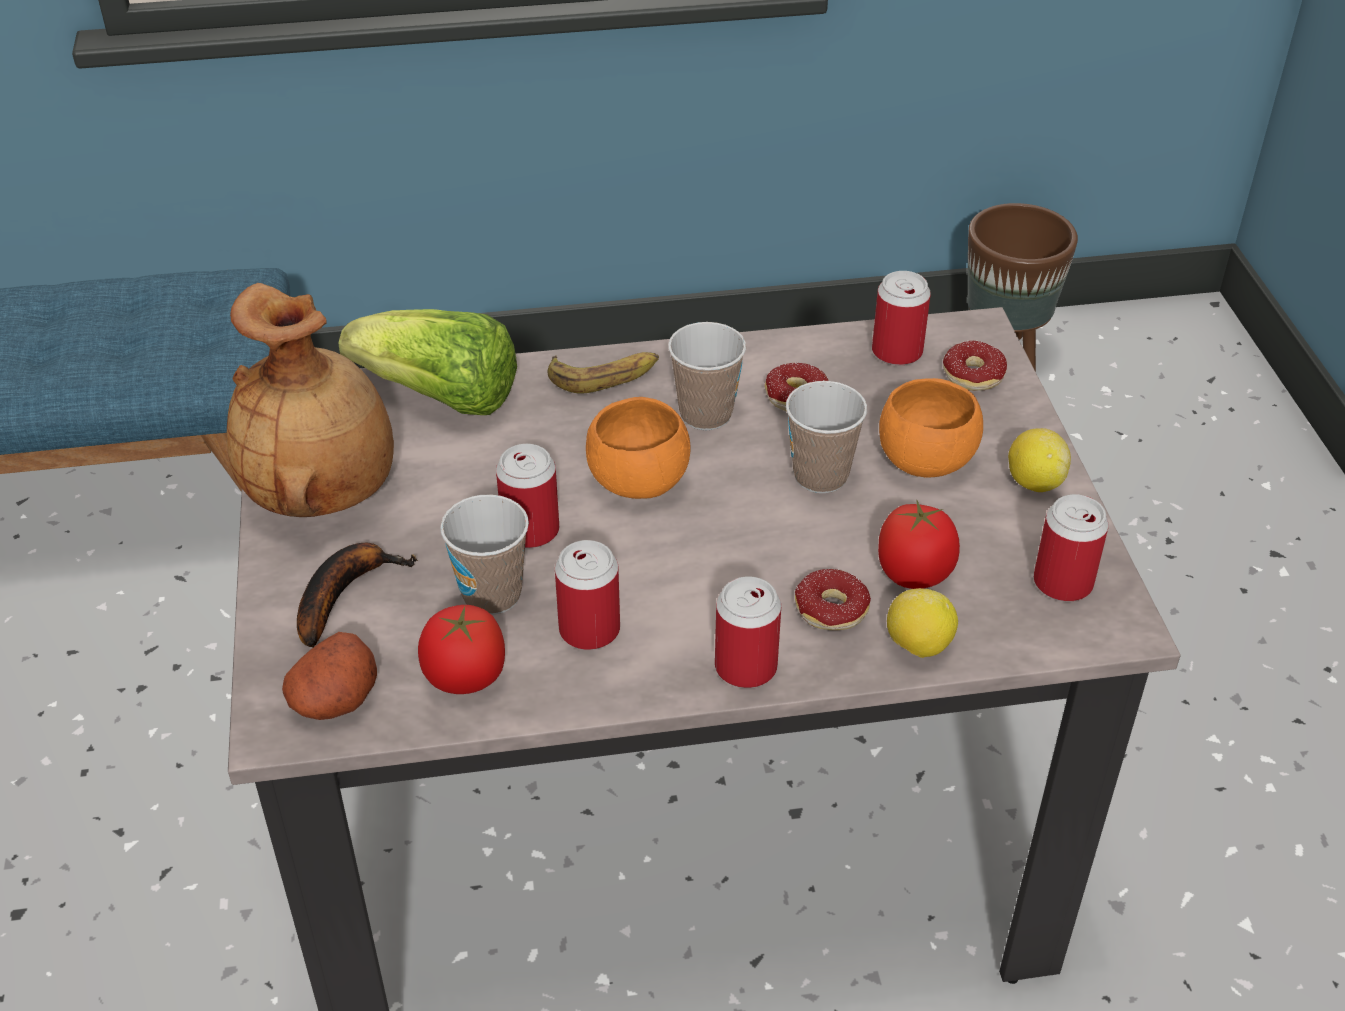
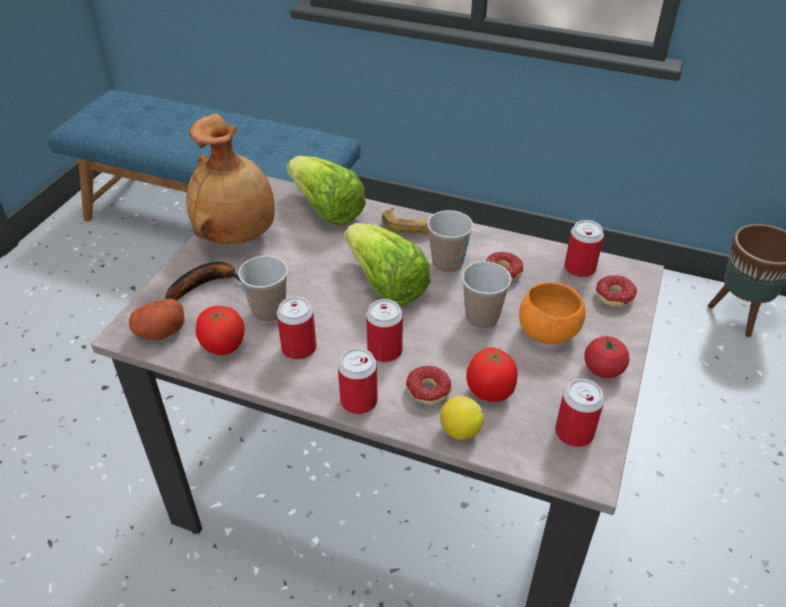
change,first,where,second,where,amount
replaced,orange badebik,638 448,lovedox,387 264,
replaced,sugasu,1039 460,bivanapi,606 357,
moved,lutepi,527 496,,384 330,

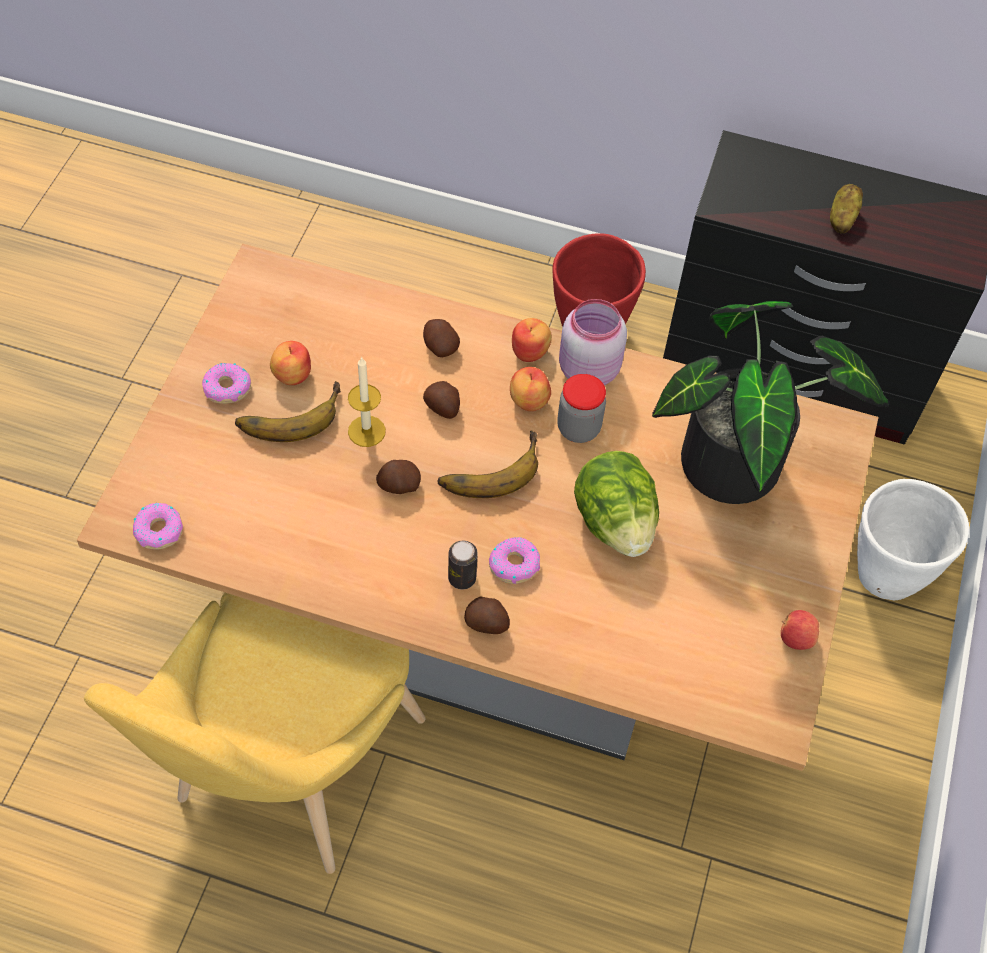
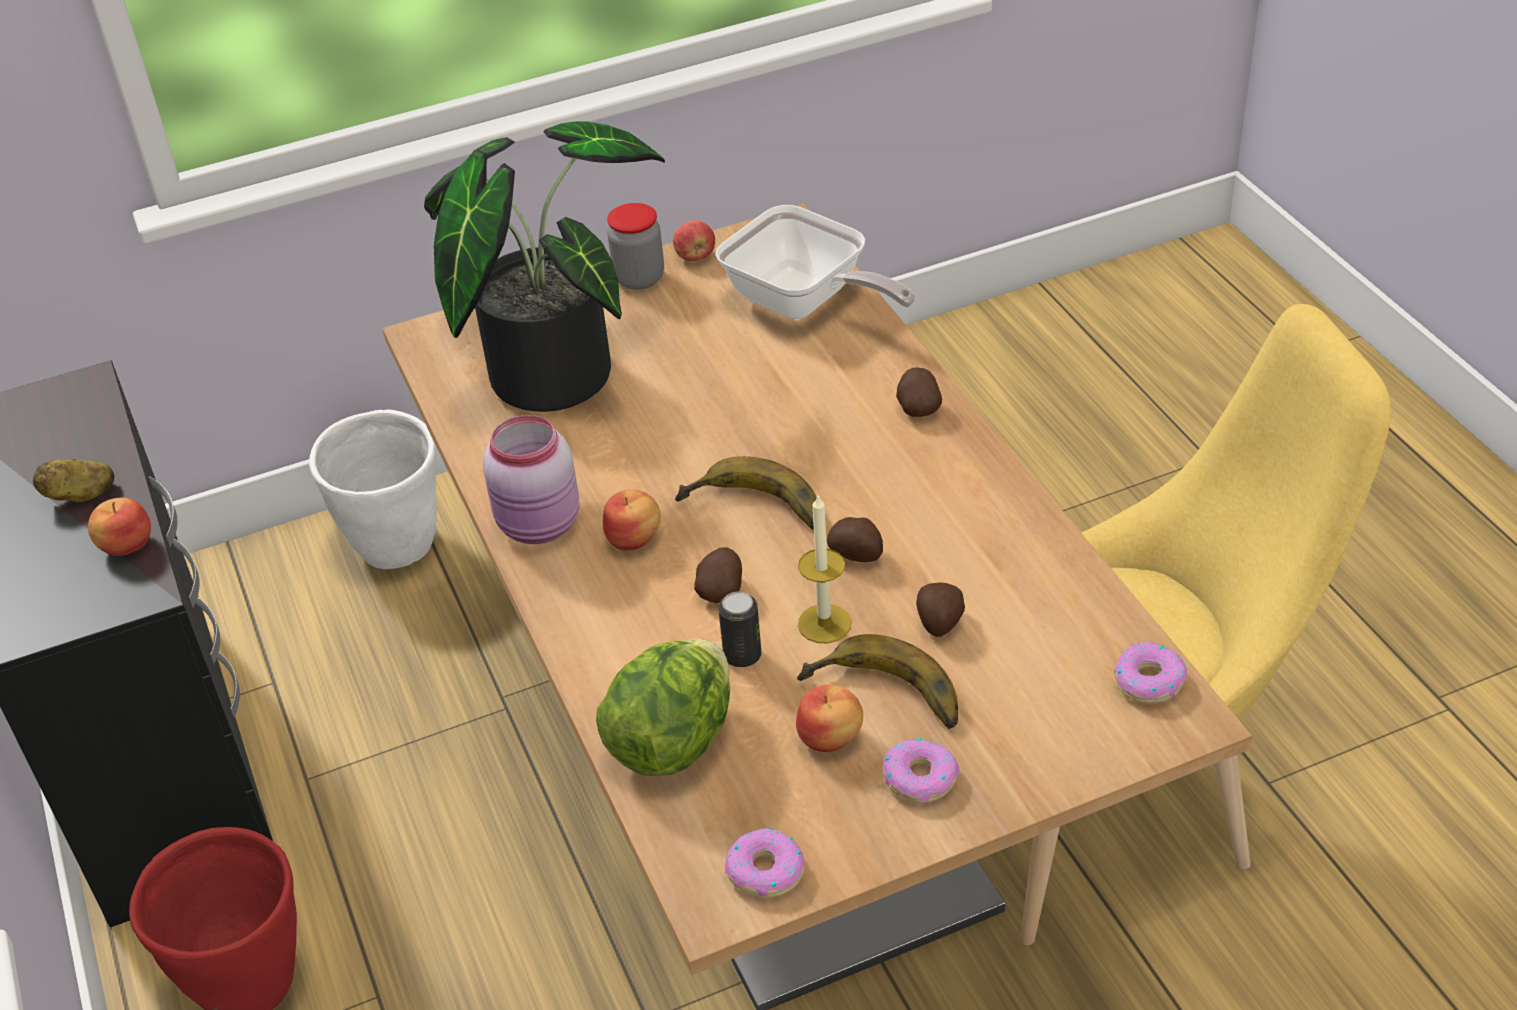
change,first,where,second,where,amount
moved,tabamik,532 340,,119 527,
moved,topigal,441 338,,940 609,
moved,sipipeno,581 408,,635 246,
moved,lovedox,616 504,,663 707,
moved,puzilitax,514 560,,765 863,
moved,lutepi,463 565,,739 629,
added,,,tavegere,815 262,

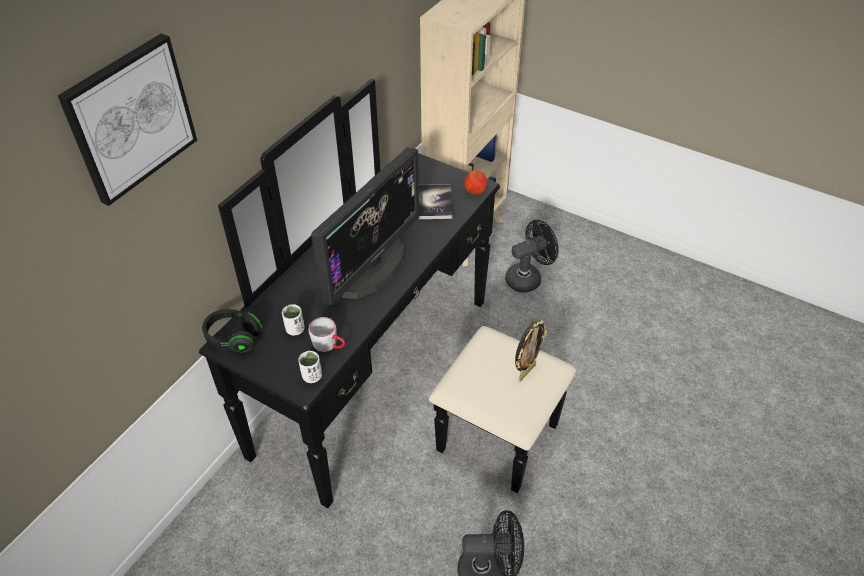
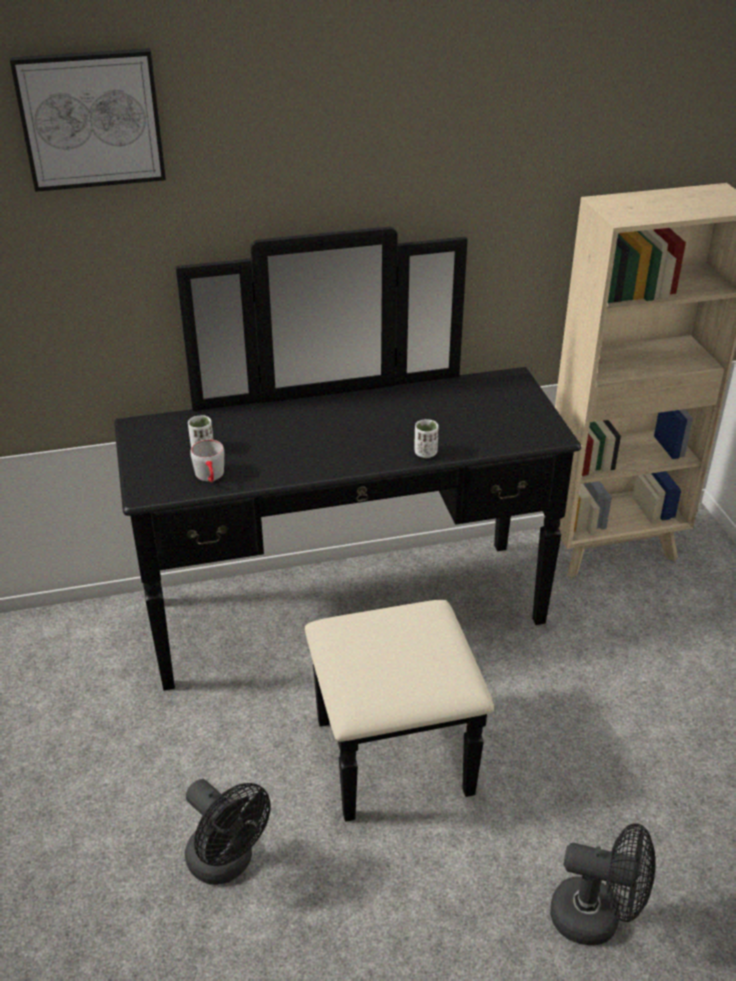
change,first,where,second,where,amount
removed,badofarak,365 226,,,
removed,tabamik,476 182,,,
removed,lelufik,436 201,,,
moved,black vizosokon,532 256,,602 884,
removed,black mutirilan,232 330,,,
removed,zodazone,531 351,,,
moved,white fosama,310 367,,427 438,

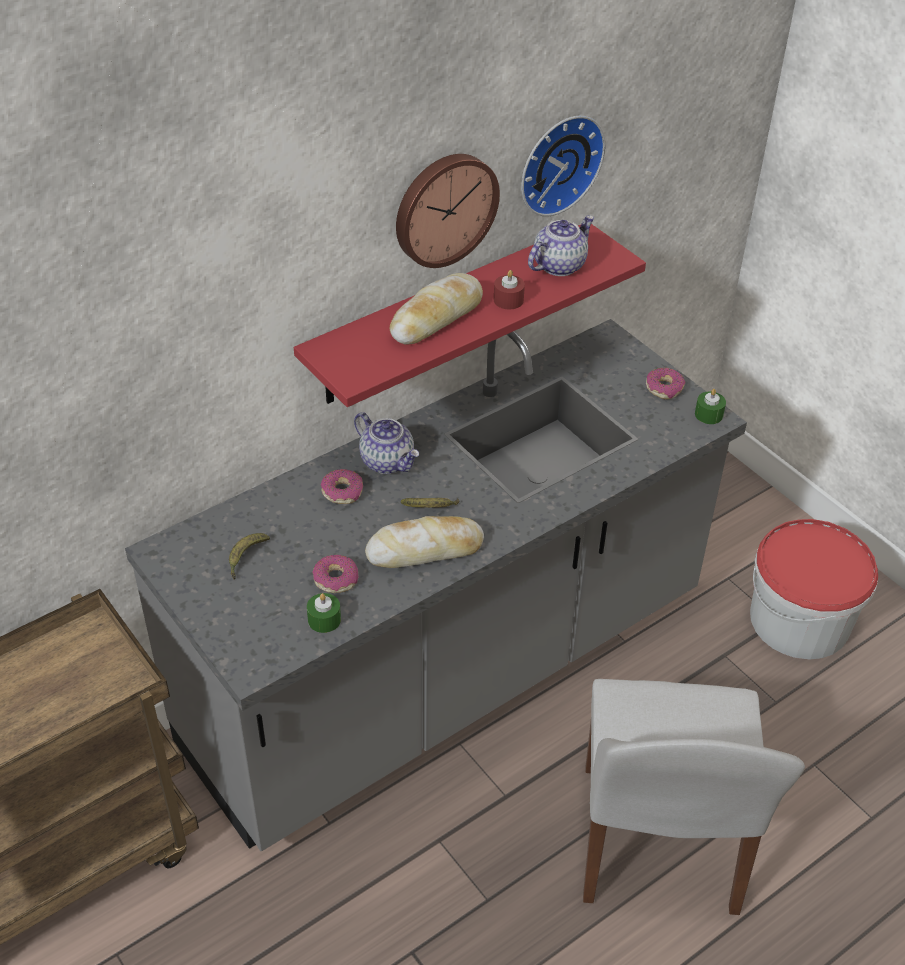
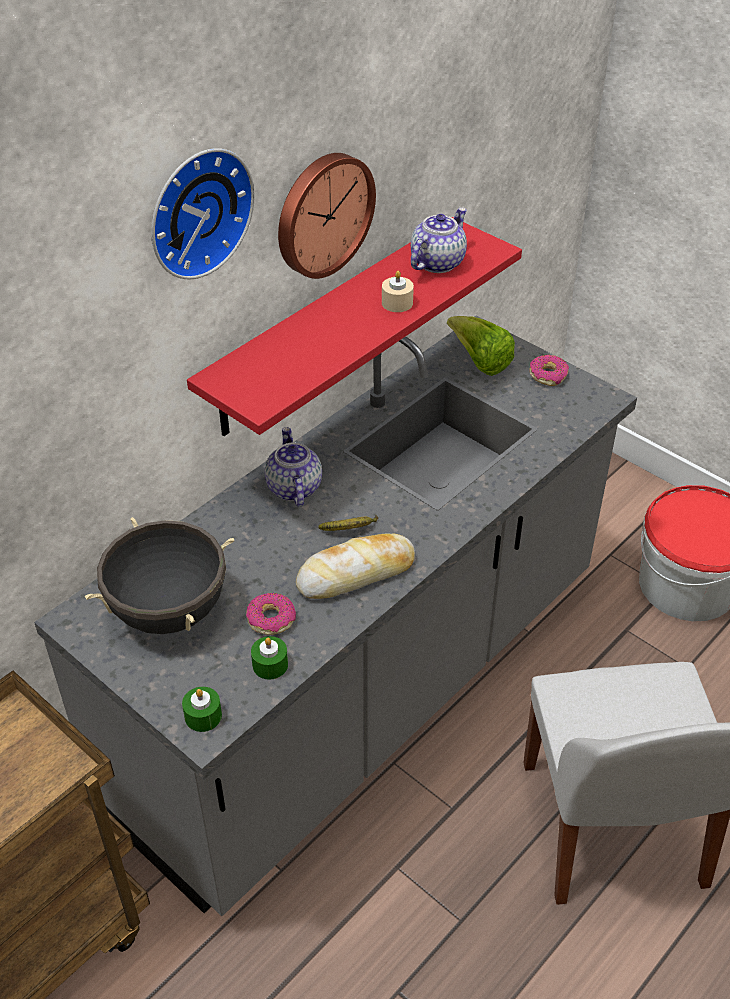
change,first,where,second,where,amount
moved,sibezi,563 166,,203 214,
recoloured,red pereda,509 289,beige pereda,398 291,
removed,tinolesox,436 309,,,
moved,green pereda,710 406,,202 709,
turned,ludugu,386 443,,293 467,135 degrees counterclockwise
removed,puzilitax,342 486,,,
replaced,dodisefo,249 556,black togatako,159 575,
added,,,lovedox,481 346,

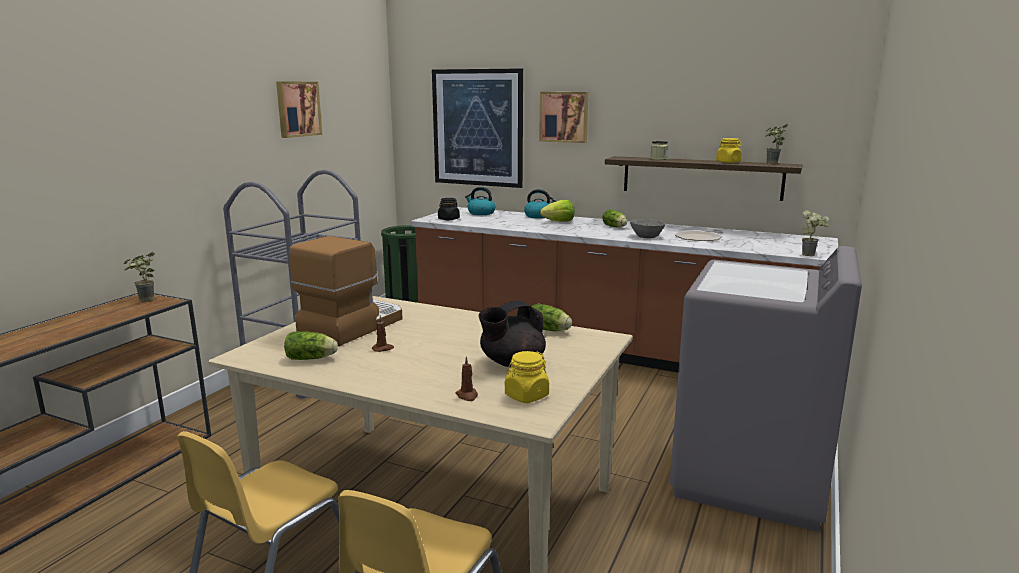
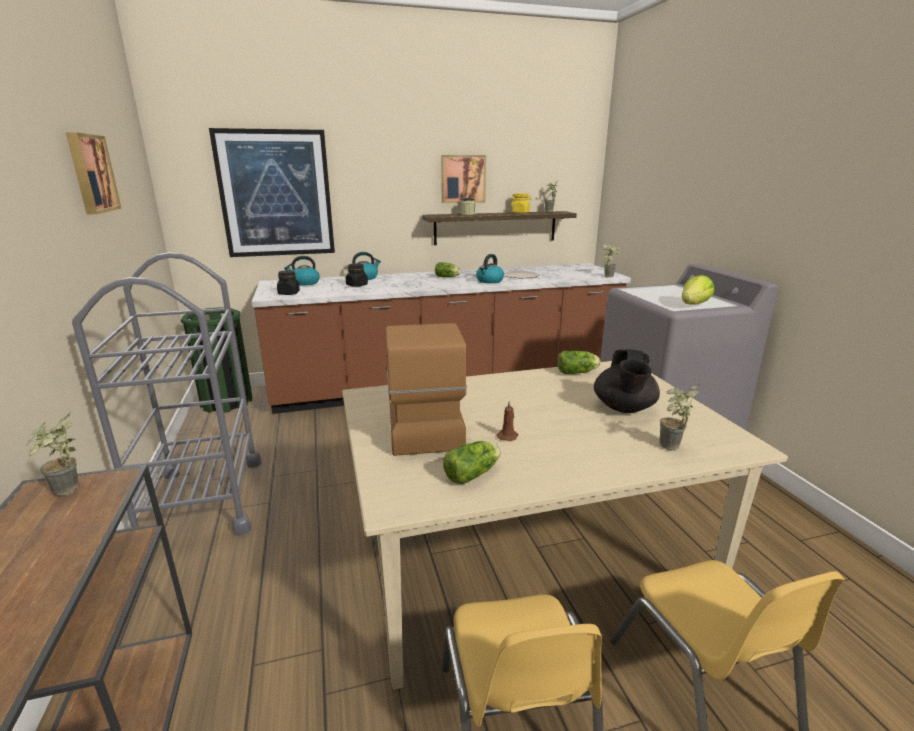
change,first,where,second,where,amount
moved,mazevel,563 117,,463 179,
moved,lovedox,557 211,,698 290,
replaced,grey badebik,647 228,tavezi,490 268,
removed,yellow sipipeno,527 377,,,
replaced,brown pereda,466 378,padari,679 417,
added,,,black sipipeno,357 275,

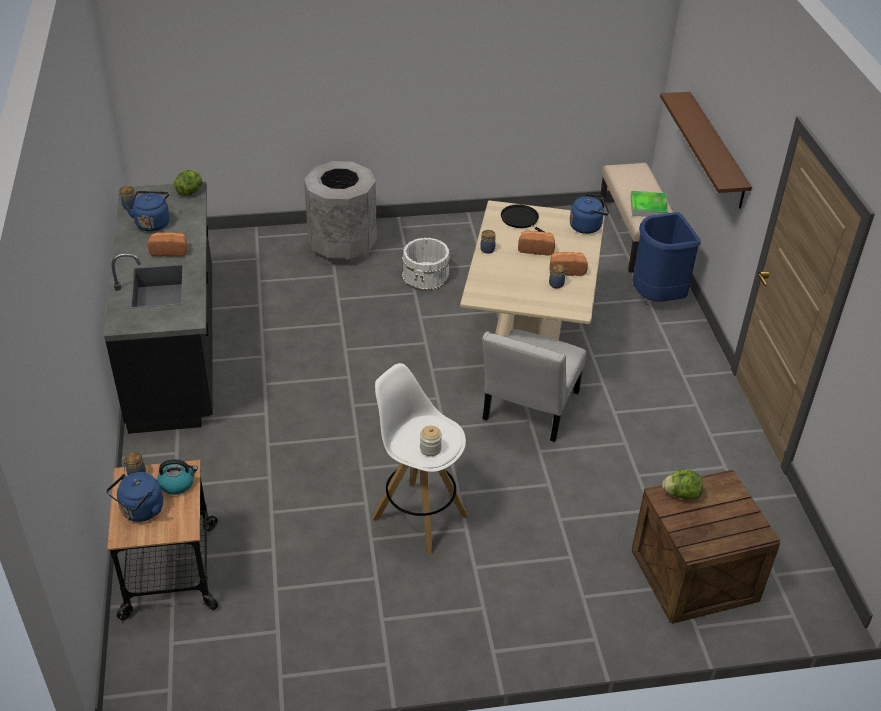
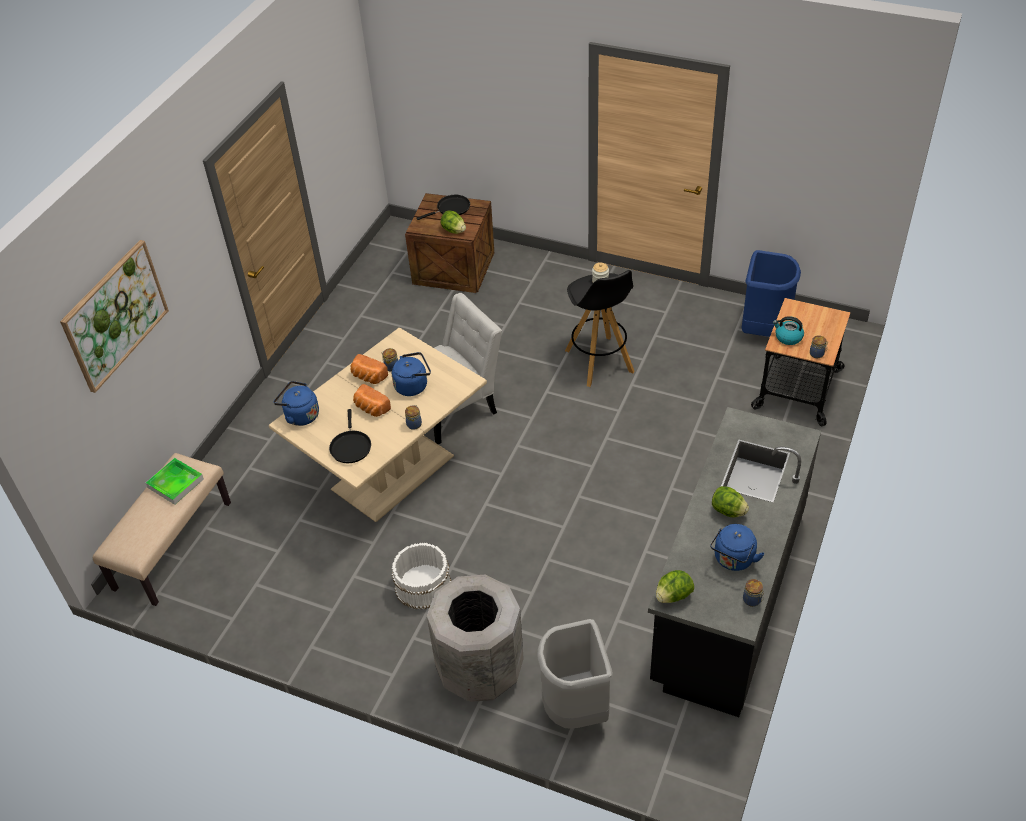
change,first,where,second,where,amount
removed,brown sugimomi,706 150,,,
moved,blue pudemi,666 257,,771 293,
replaced,tinolesox,167 244,lovedox,730 501,
recoloured,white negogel,420 458,black negogel,599 328,
moved,blue tavezi,134 497,,411 374,
added,,,black tavegere,443 207,
added,,,mazevel,114 316,
added,,,grey pudemi,575 673,

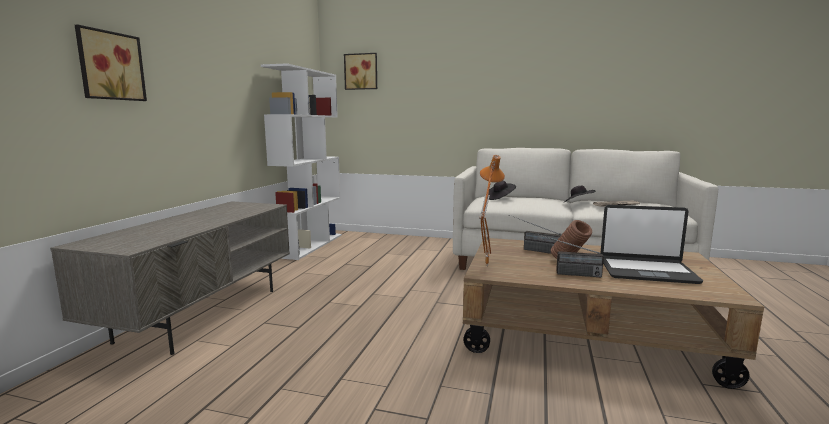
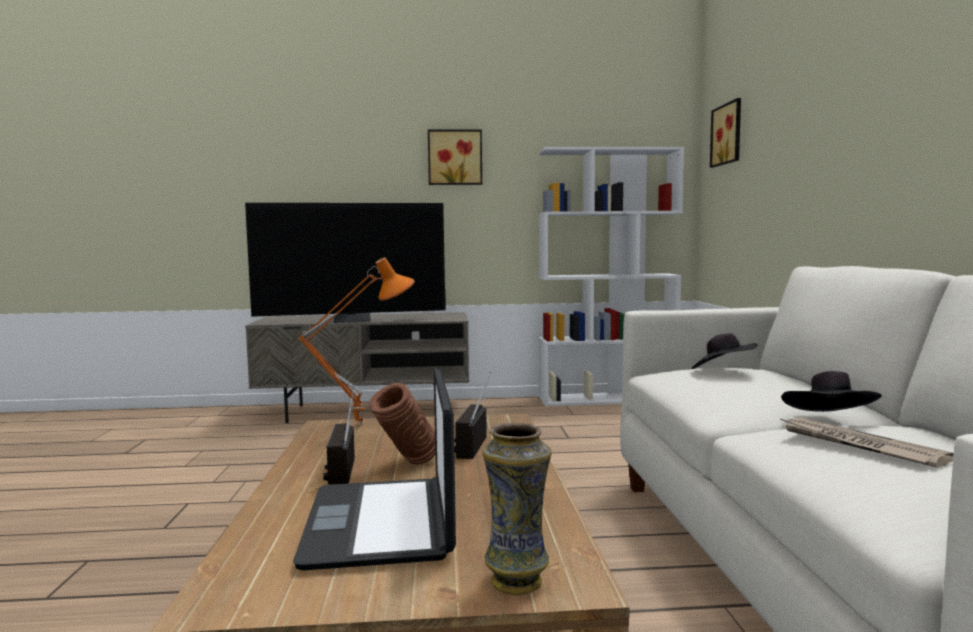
change,first,where,second,where,amount
moved,mazevel,111 63,,455 157,
added,,,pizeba,345 263,
added,,,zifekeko,517 509,

